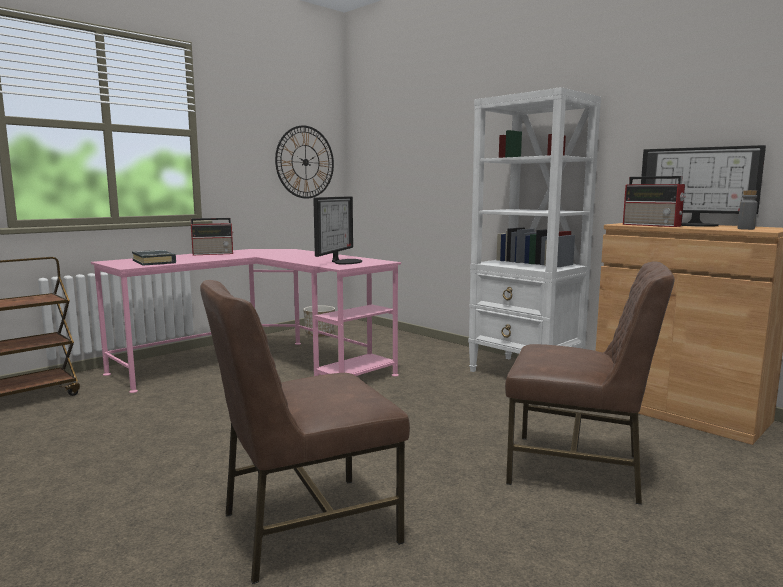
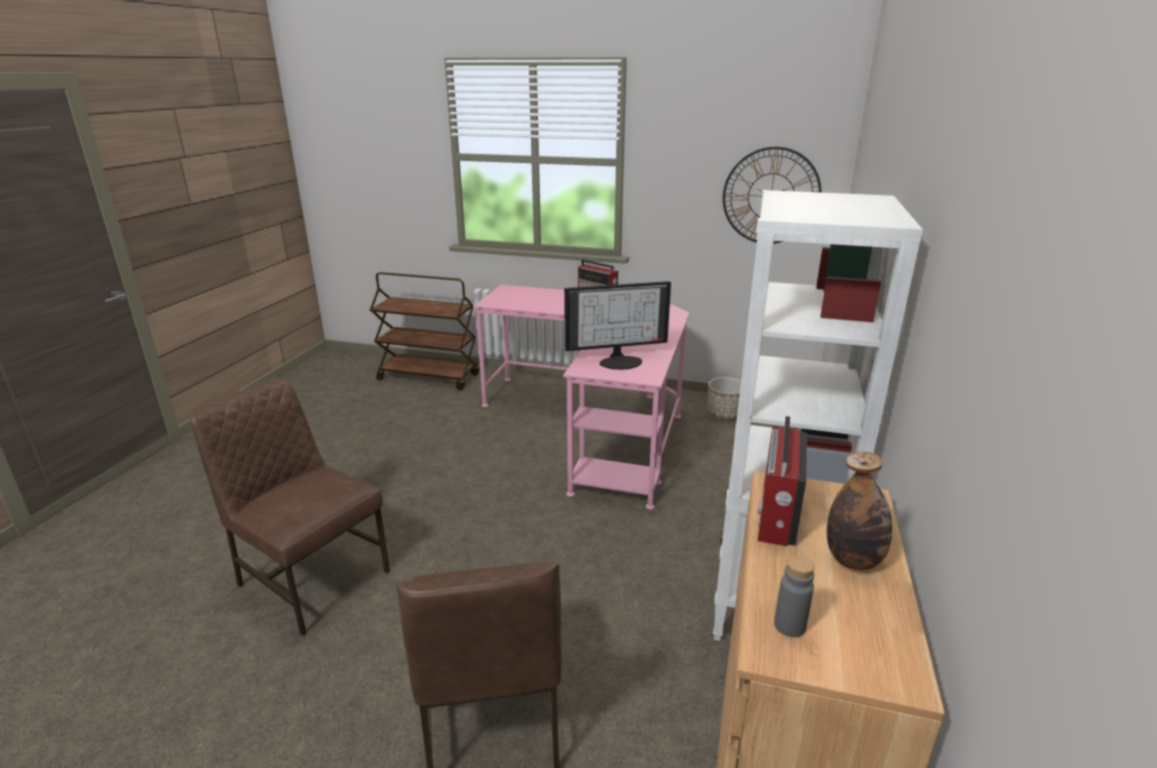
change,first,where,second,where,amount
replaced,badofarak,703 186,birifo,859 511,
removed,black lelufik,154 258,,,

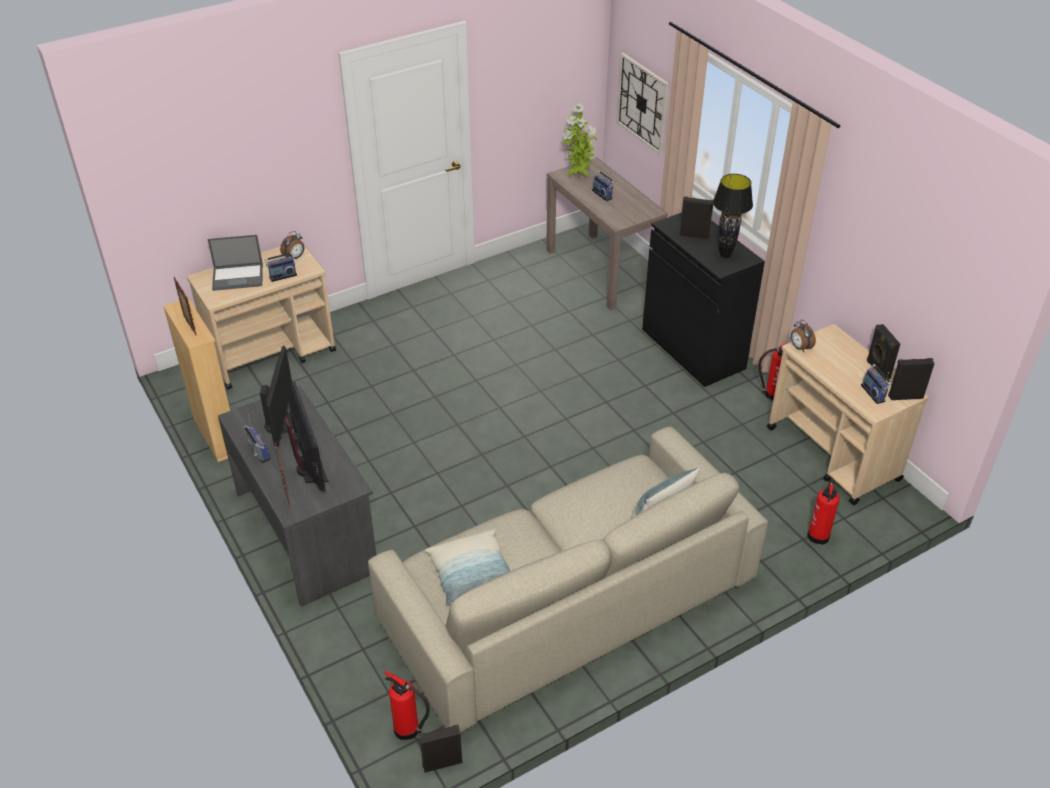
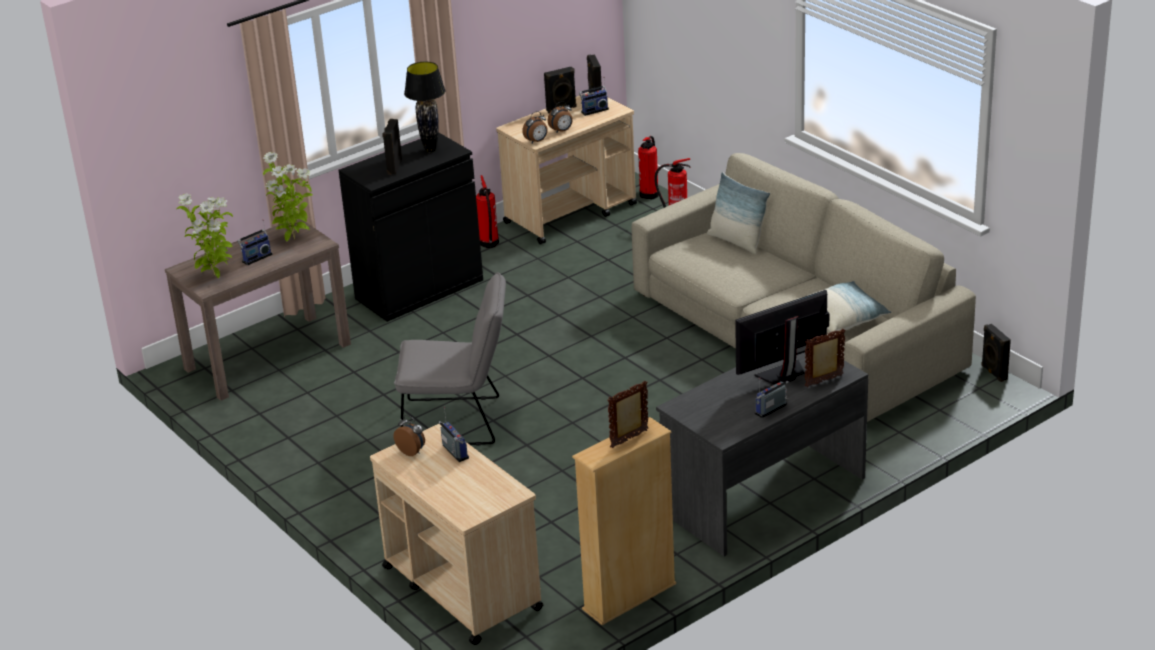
change,first,where,second,where,amount
removed,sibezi,642 104,,,
removed,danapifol,235 263,,,
removed,badofarak,276 396,,,
moved,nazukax,407 705,,648 167,
added,,,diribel,560 117,
added,,,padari,288 196,
added,,,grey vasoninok,450 358,

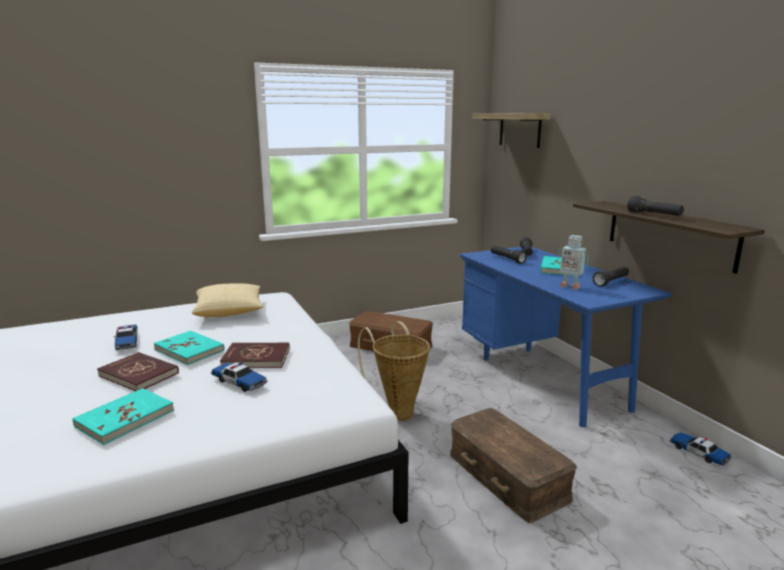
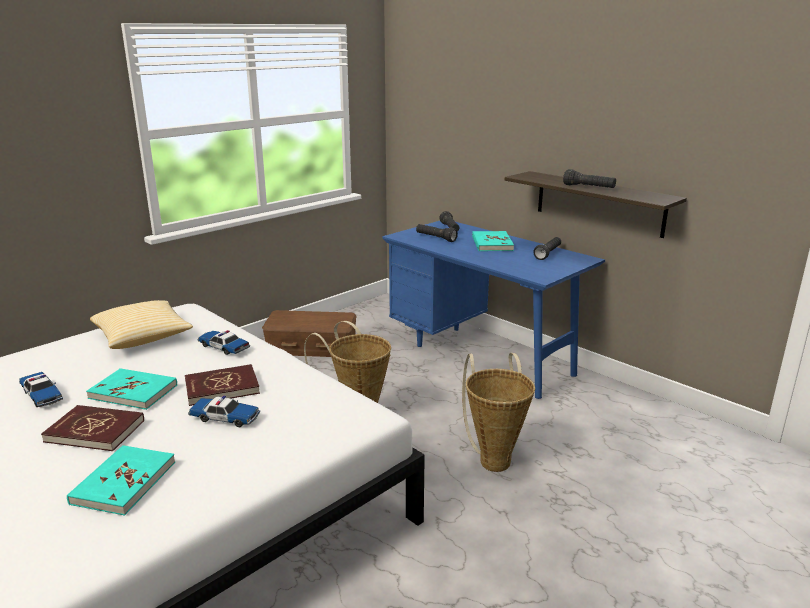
change,first,where,second,where,amount
removed,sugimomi,511 130,,,
removed,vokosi,573 262,,,
replaced,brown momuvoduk,513 465,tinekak,498 412,
moved,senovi,700 449,,224 342,

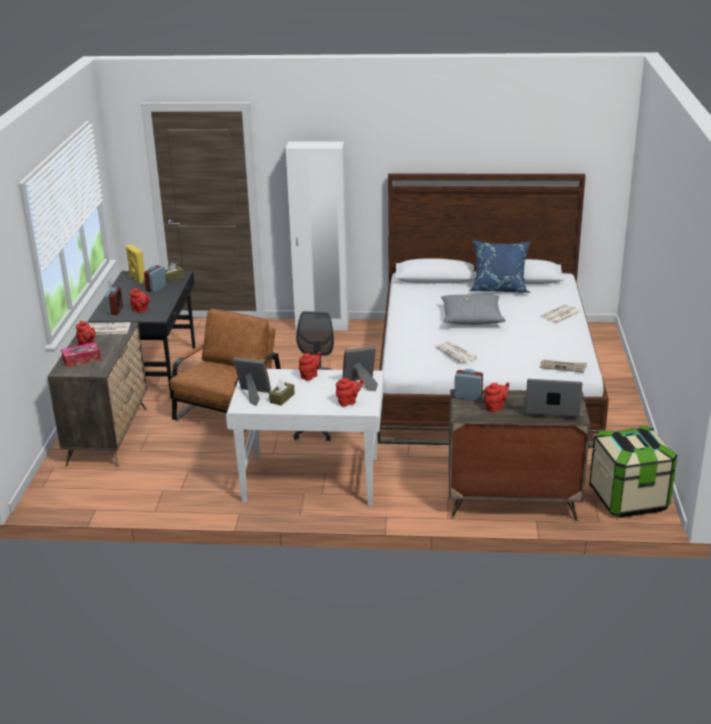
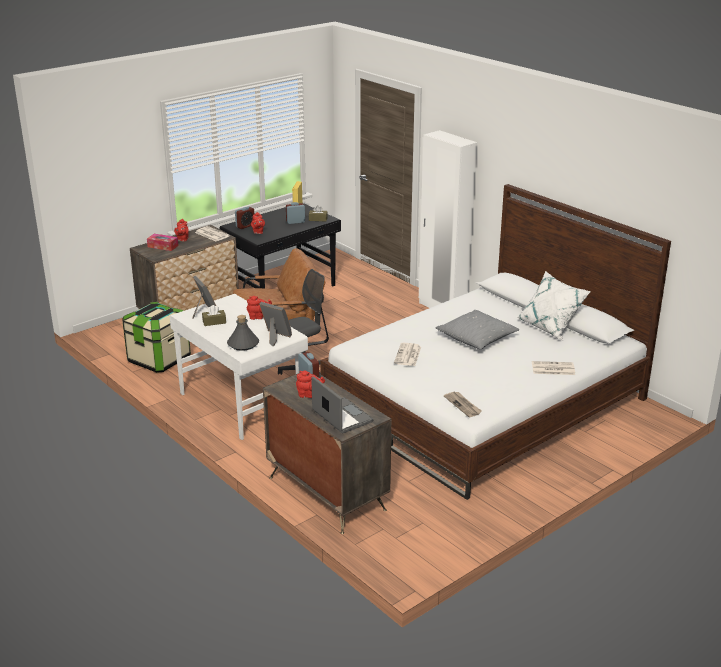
change,first,where,second,where,amount
recoloured,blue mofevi,499 266,white mofevi,554 306,
replaced,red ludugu,349 392,grey birifo,243 333,
moved,momuvoduk,633 471,,157 337,

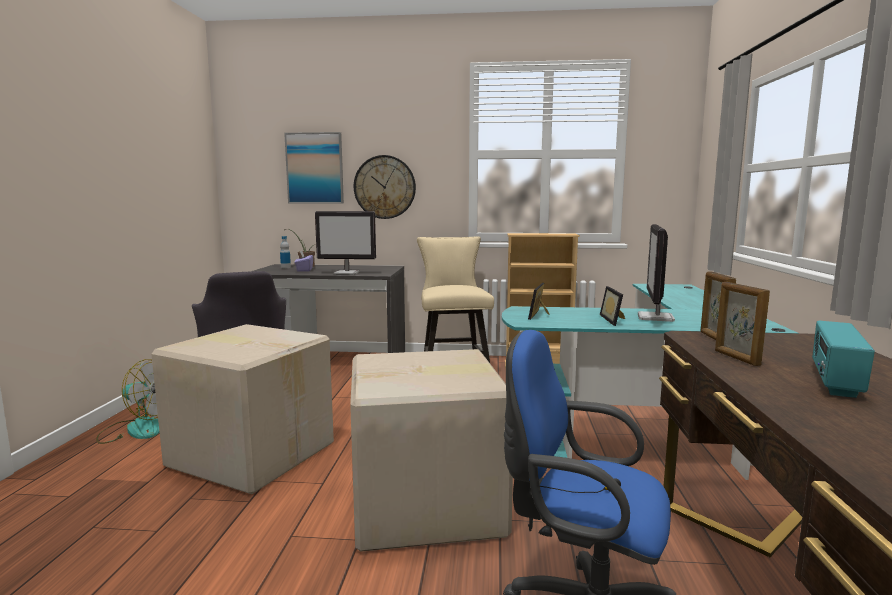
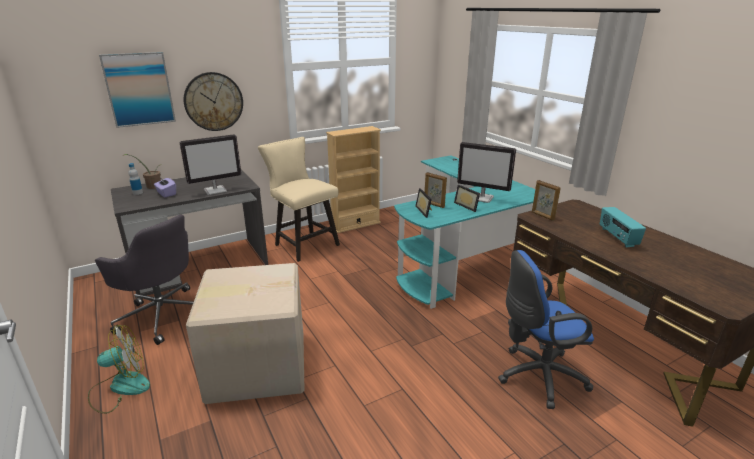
change,first,where,second,where,amount
turned,badofarak,656 273,,486 172,45 degrees counterclockwise
moved,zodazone,742 324,,436 190,
removed,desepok,431 450,,,

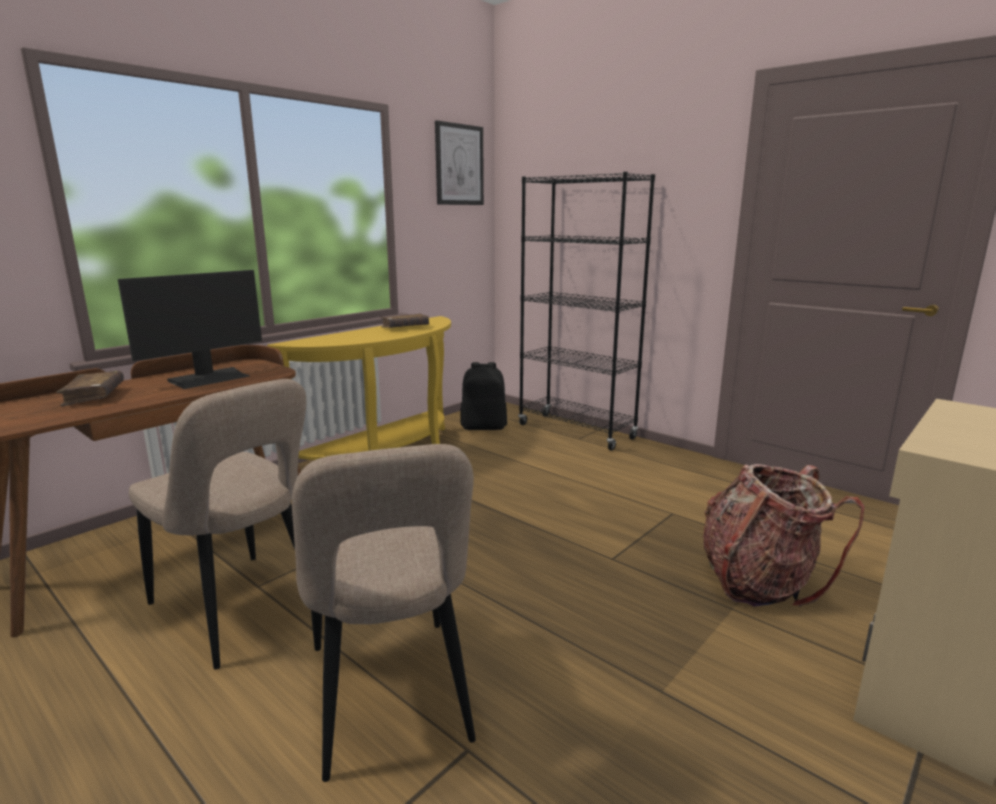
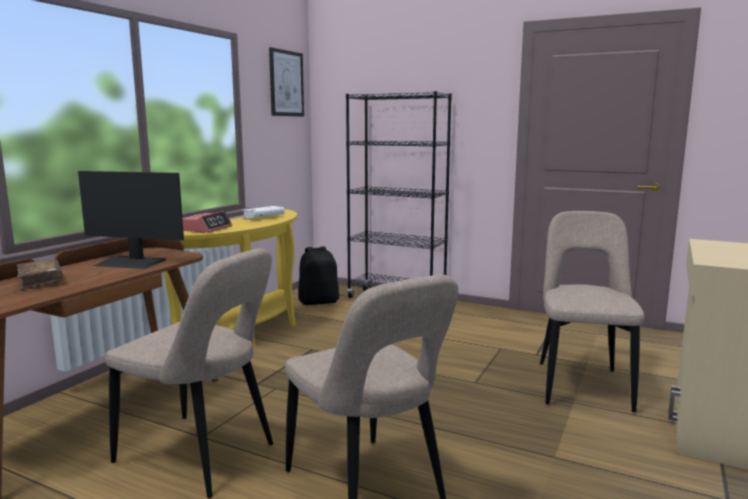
change,first,where,second,where,amount
turned,badofarak,190 329,,131 220,75 degrees clockwise
recoloured,brown lelufik,405 321,white lelufik,263 212,
replaced,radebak,783 535,beige vasoninok,592 312,
added,,,diribel,207 222,

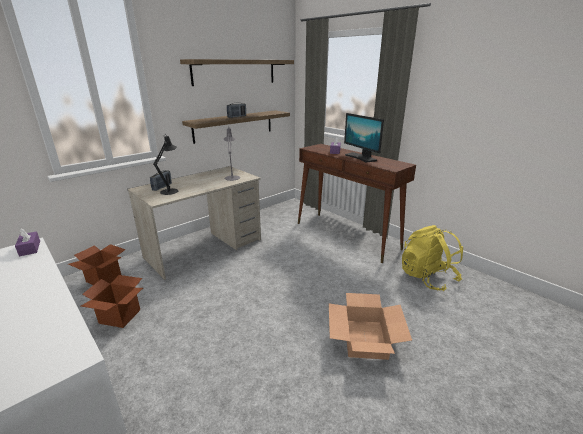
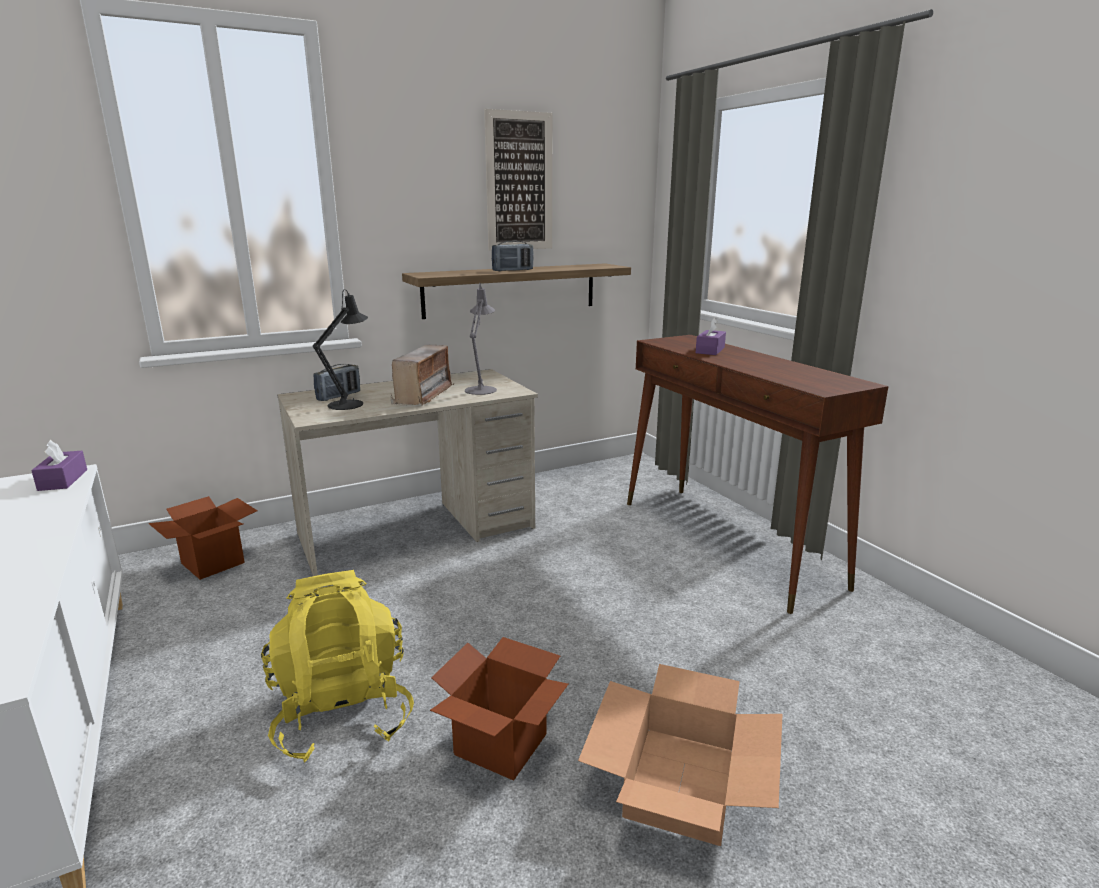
change,first,where,second,where,amount
replaced,sugimomi,237 72,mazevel,518 180,
removed,badofarak,364 138,,,
moved,yellow radebak,432 258,,337 666,
moved,desepok,112 301,,499 709,
added,,,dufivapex,422 375,

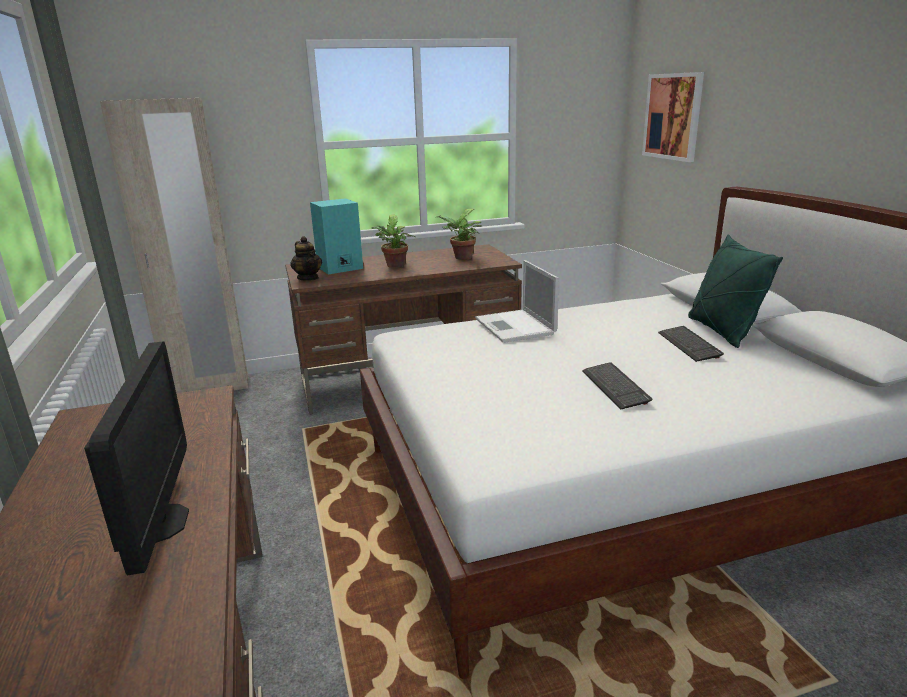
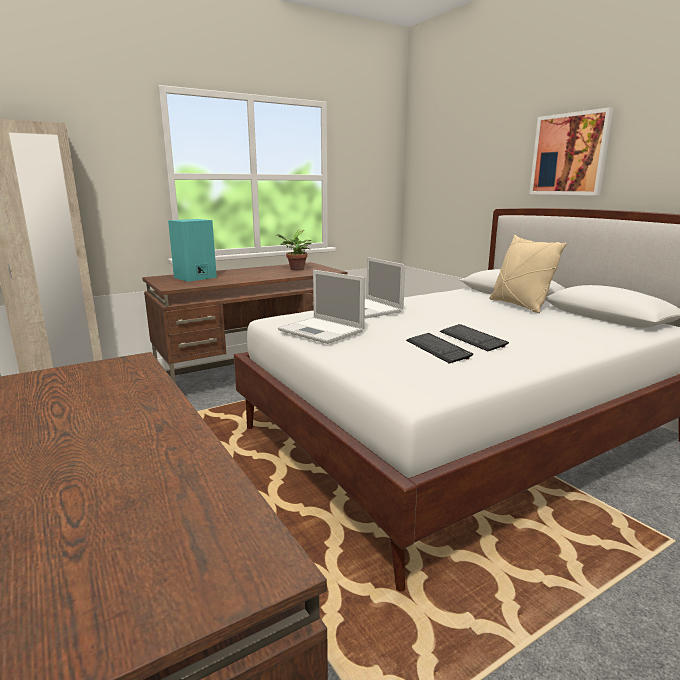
change,first,where,second,where,amount
moved,mazevel,673 117,,571 151,
removed,padari,393 241,,,
recoloured,green mofevi,735 291,beige mofevi,528 274,
removed,ludugu,306 258,,,
moved,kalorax,691 344,,439 348,
removed,badofarak,136 458,,,
added,,,danapifol,321 307,

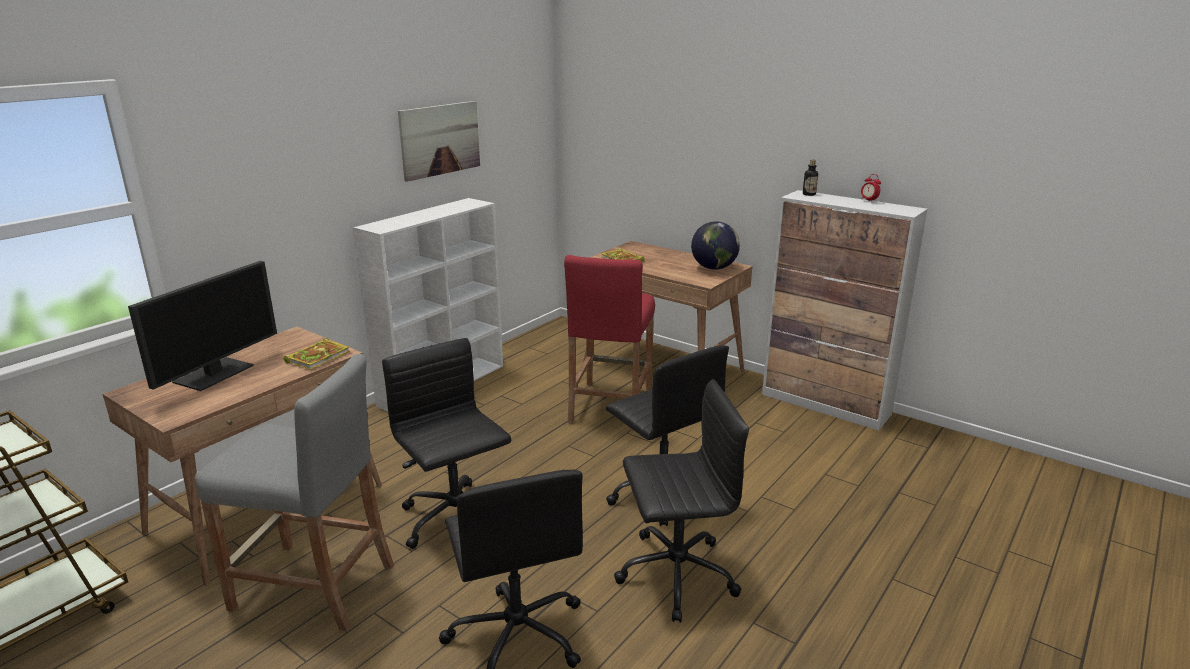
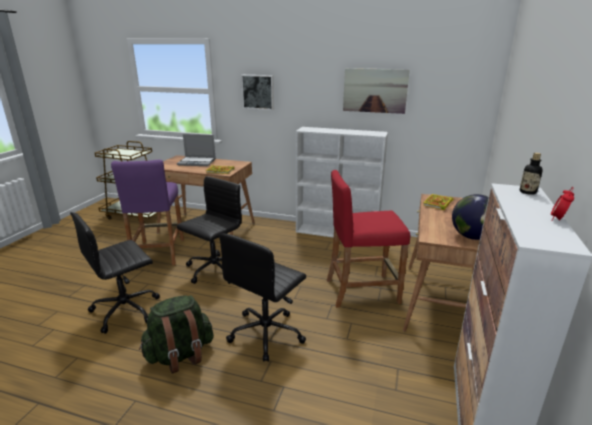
change,first,where,second,where,amount
replaced,badofarak,202 326,danapifol,196 150,
recoloured,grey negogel,294 492,purple negogel,147 212,
replaced,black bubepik,681 501,green radebak,176 335,
added,,,mazevel,257 92,

